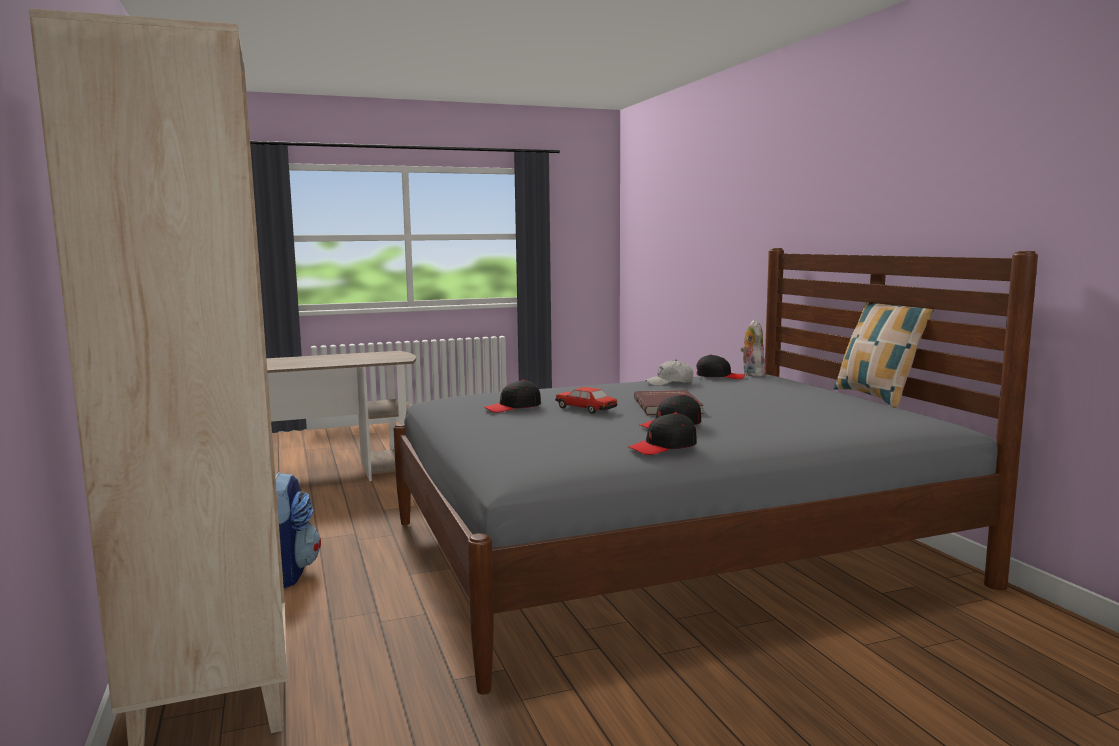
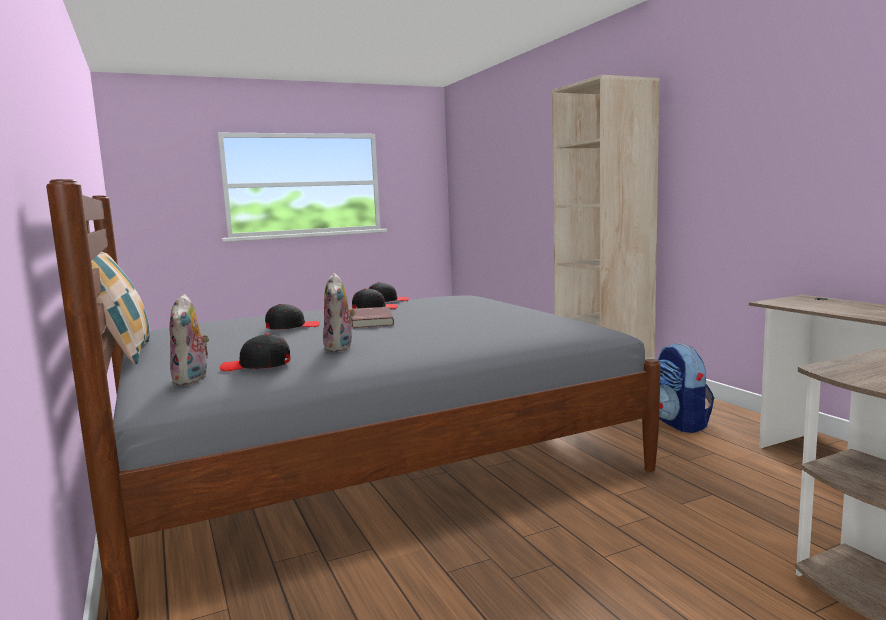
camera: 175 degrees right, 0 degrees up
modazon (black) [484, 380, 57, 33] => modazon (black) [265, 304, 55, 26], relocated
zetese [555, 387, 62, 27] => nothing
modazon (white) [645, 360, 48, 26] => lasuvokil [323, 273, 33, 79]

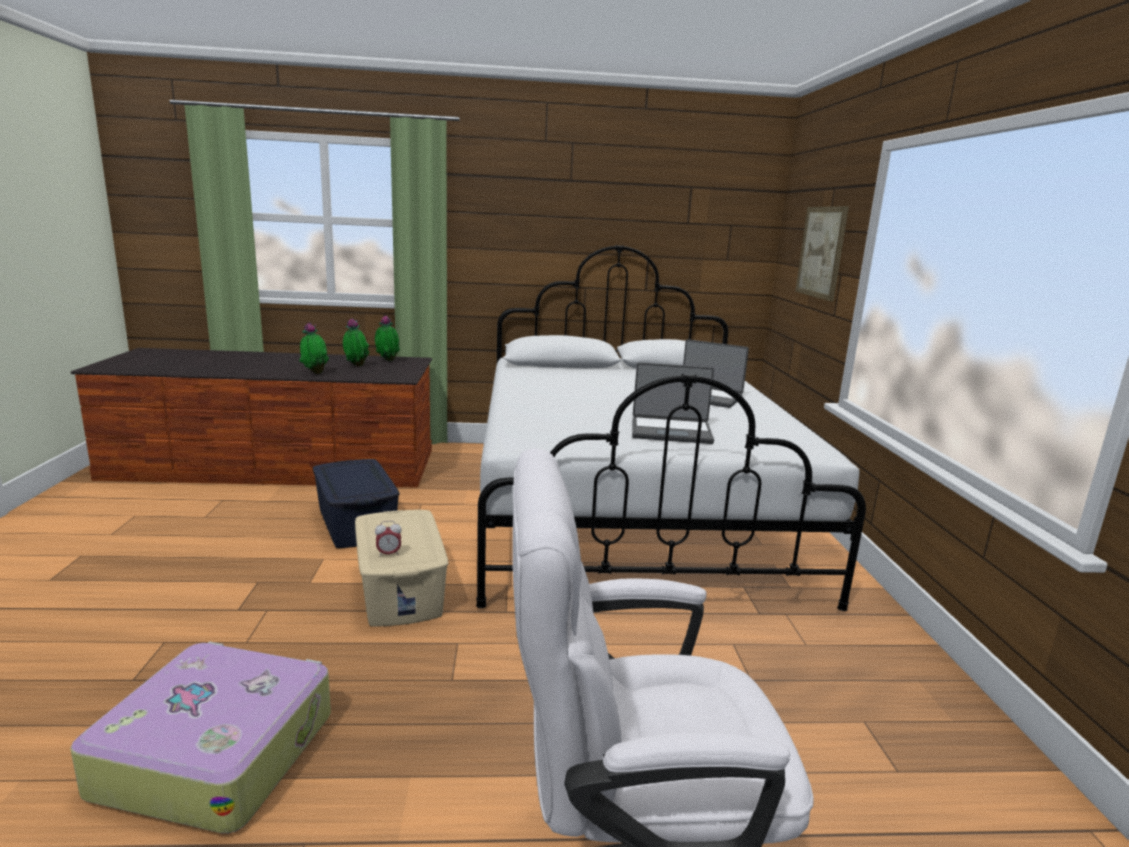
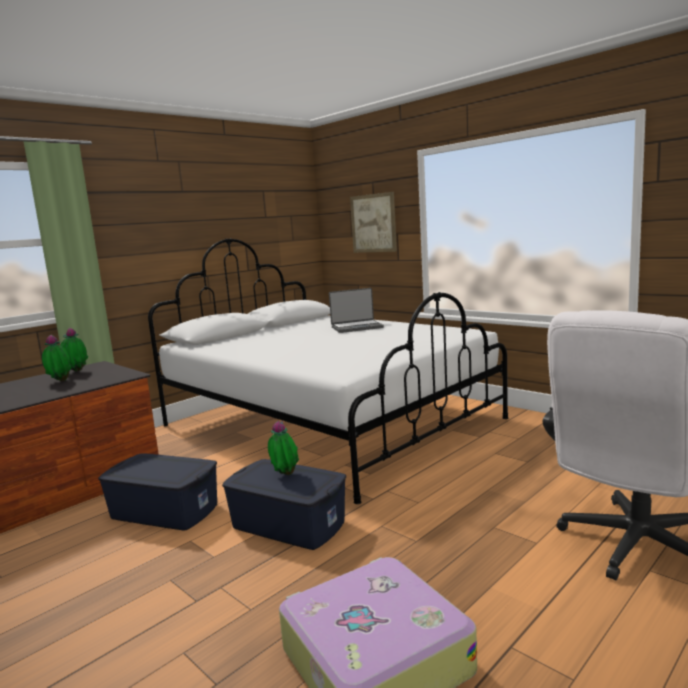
camera: 40 degrees left, 5 degrees down
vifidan [299, 322, 30, 52] => vifidan [268, 421, 31, 54], relocated
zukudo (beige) [355, 510, 94, 116] => zukudo (blue) [222, 459, 124, 91]
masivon [375, 521, 27, 36] => nothing
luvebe [632, 362, 82, 82] => nothing

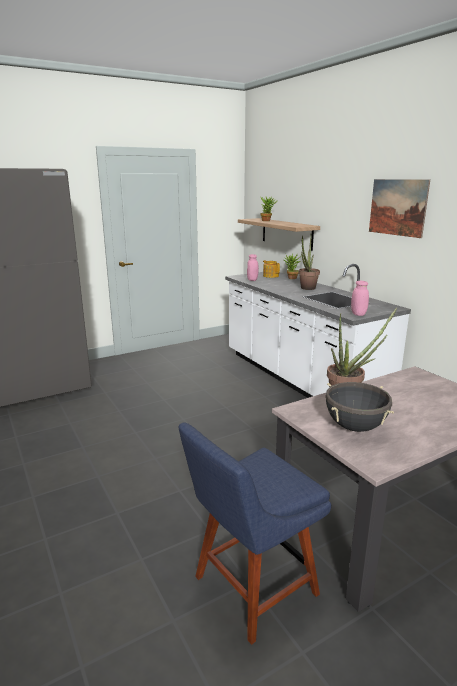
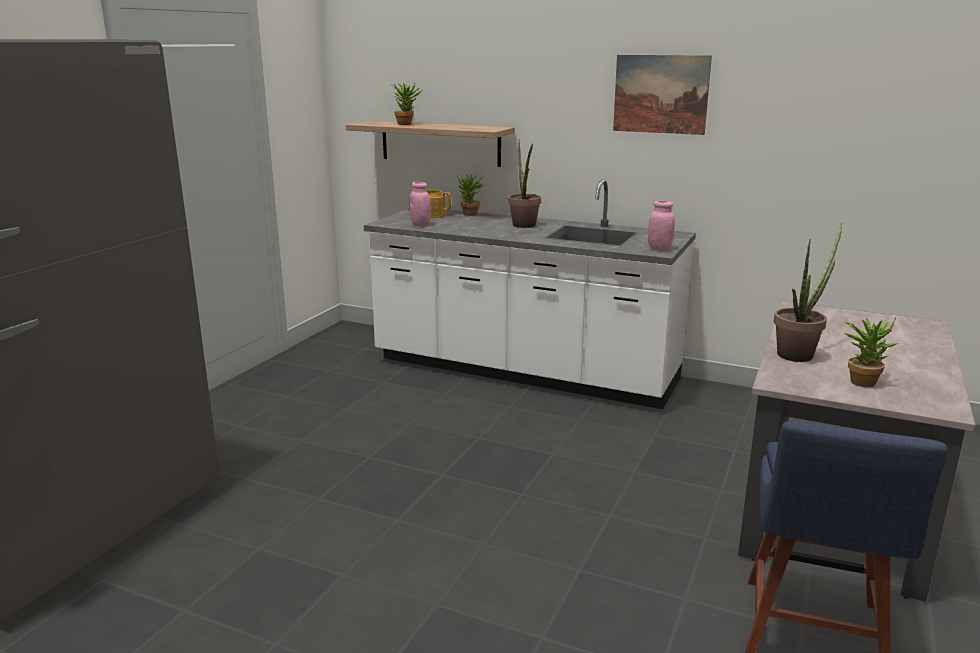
camera: 35 degrees left, 0 degrees up
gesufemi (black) [325, 382, 69, 50] => vifidan [843, 317, 55, 70]

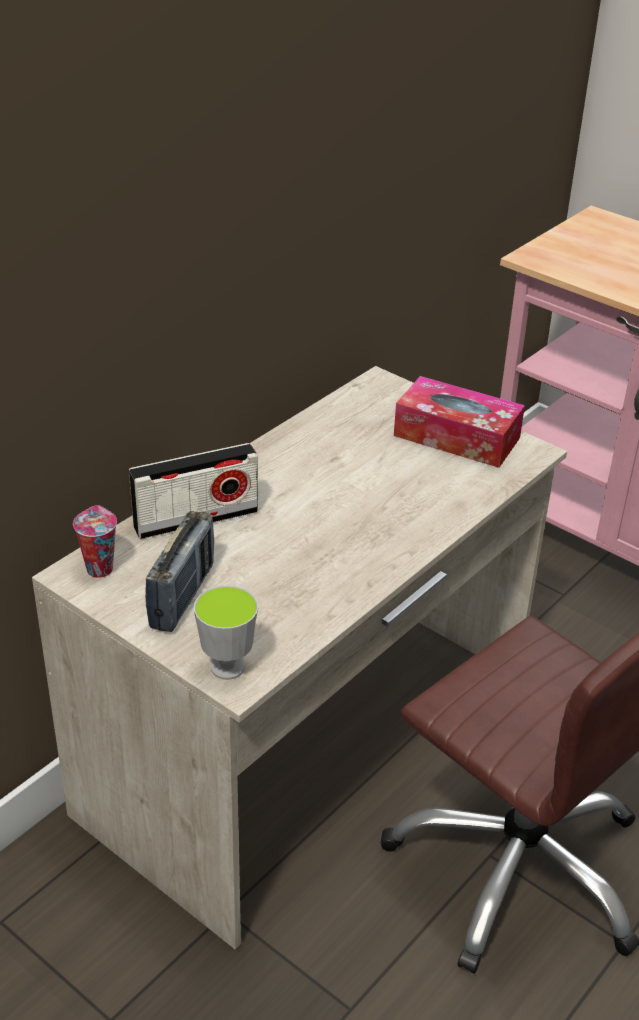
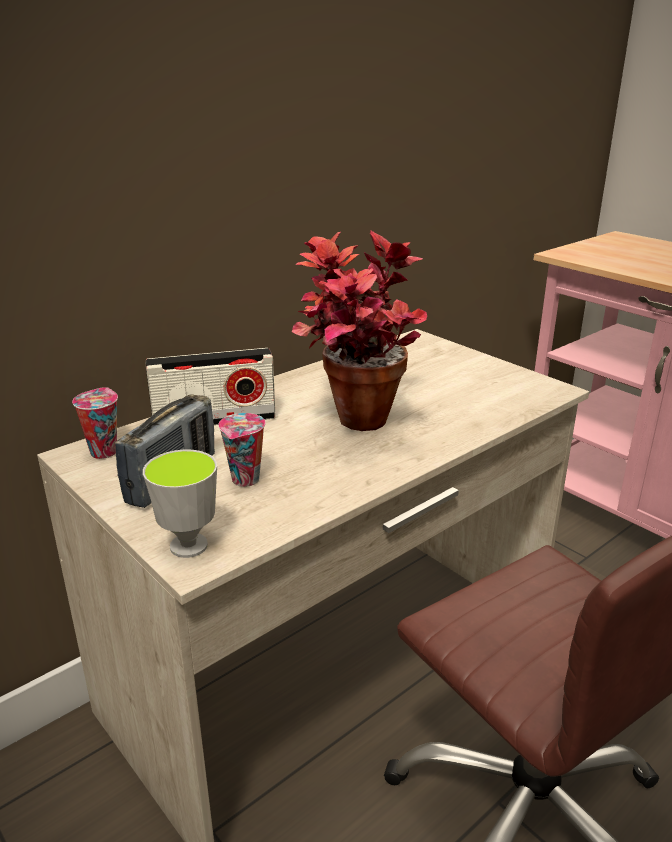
camera: 10 degrees right, 10 degrees down
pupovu [394, 376, 131, 92] => nothing
nothing => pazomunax [218, 413, 48, 74]
nothing => vifidan [292, 231, 135, 200]

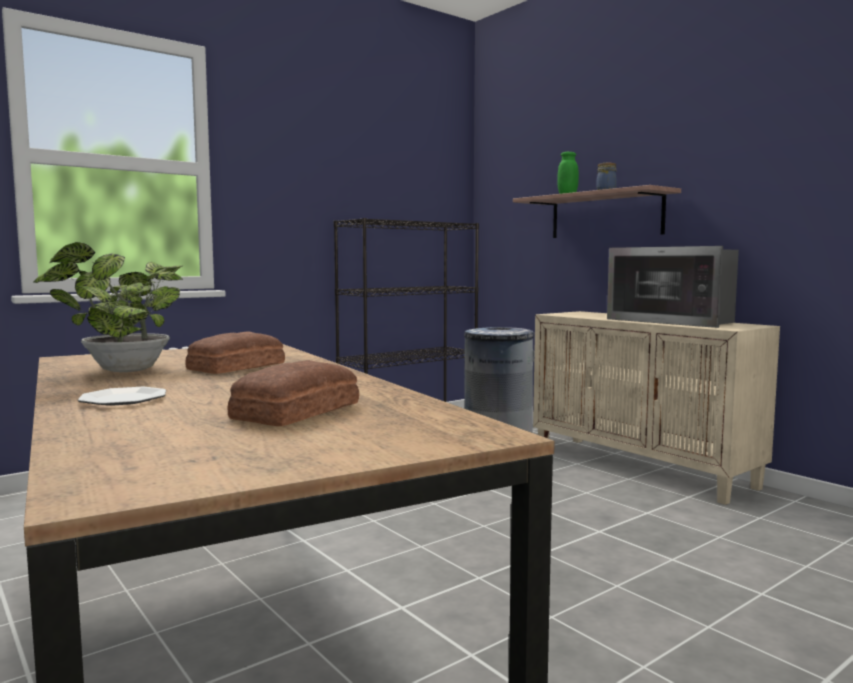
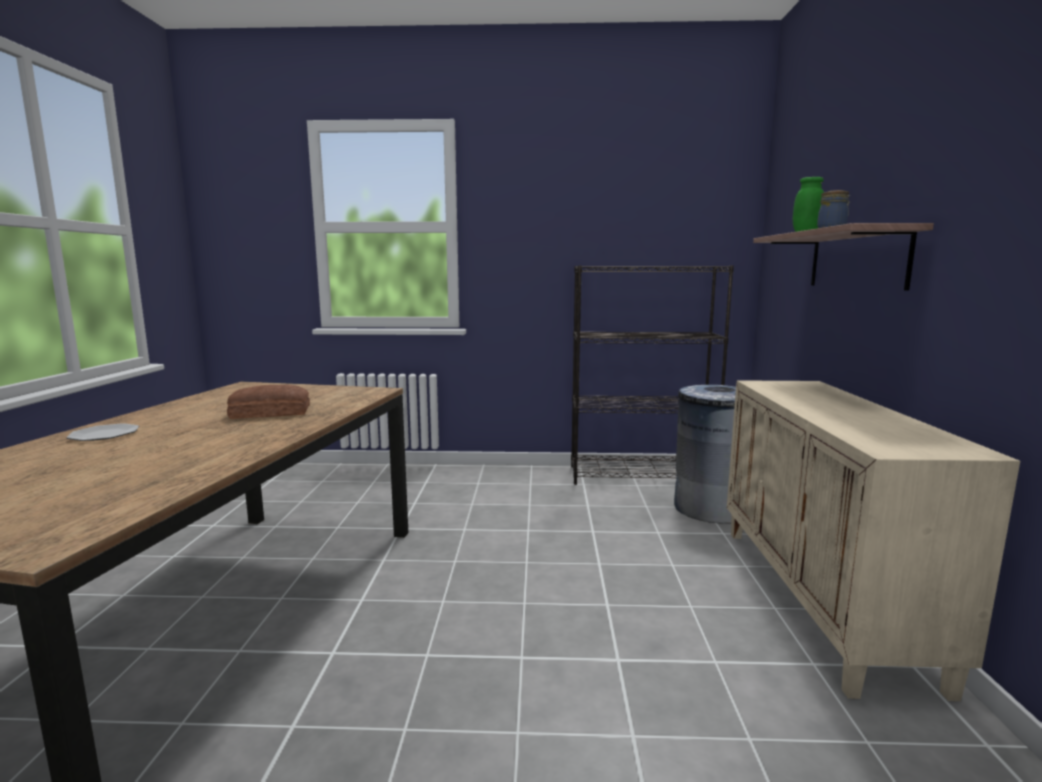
camera: 40 degrees right, 5 degrees up
vifidan [33, 242, 151, 130] => nothing
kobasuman [228, 360, 131, 66] => nothing
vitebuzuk [607, 246, 132, 82] => nothing

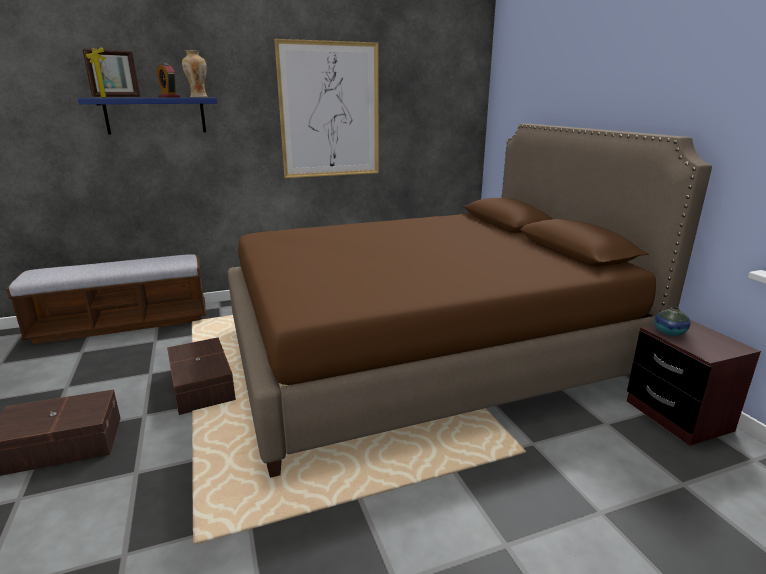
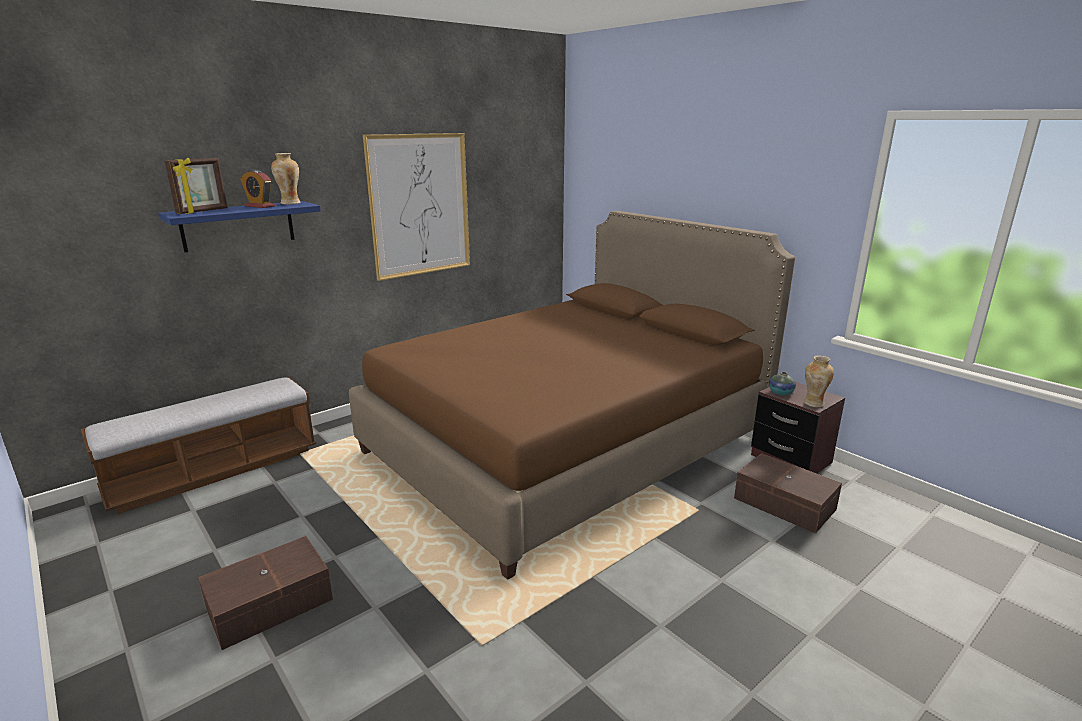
camera: 20 degrees left, 0 degrees up
zukudo (brown) [167, 337, 69, 78] => zukudo (brown) [734, 453, 108, 80], relocated
nothing => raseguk [804, 356, 30, 51]

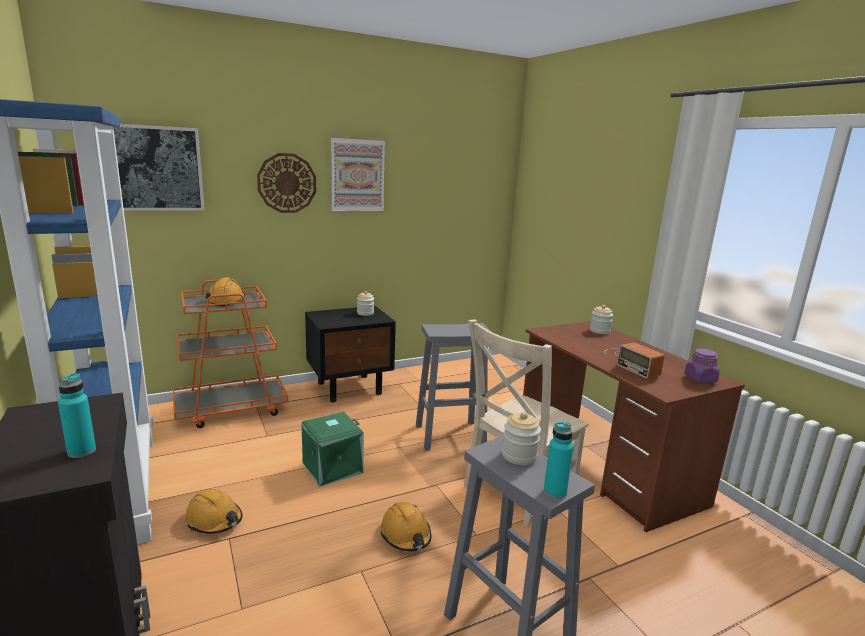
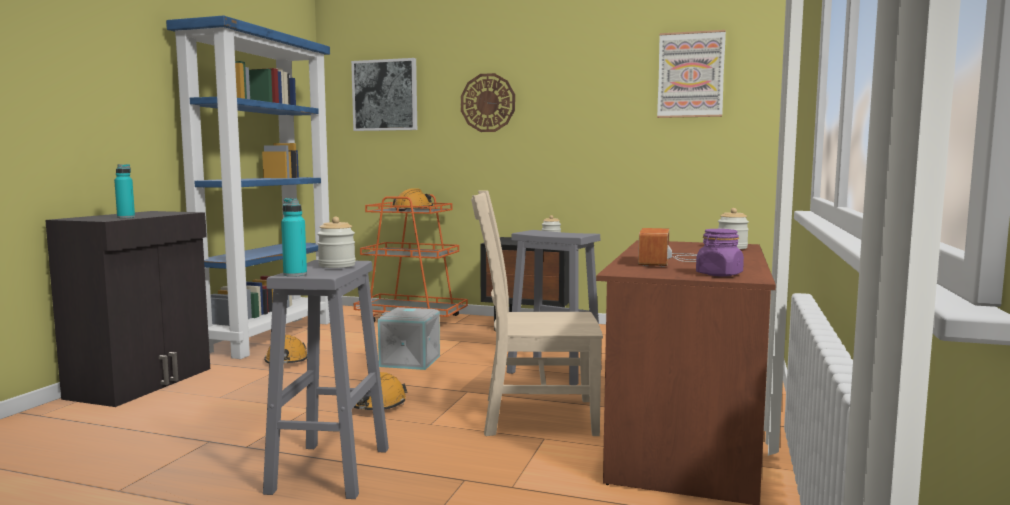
camera: 45 degrees right, 10 degrees down
zukudo (green) [301, 412, 63, 75] => zukudo (grey) [378, 307, 62, 63]
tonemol [331, 136, 54, 76] => tonemol [657, 30, 69, 88], relocated

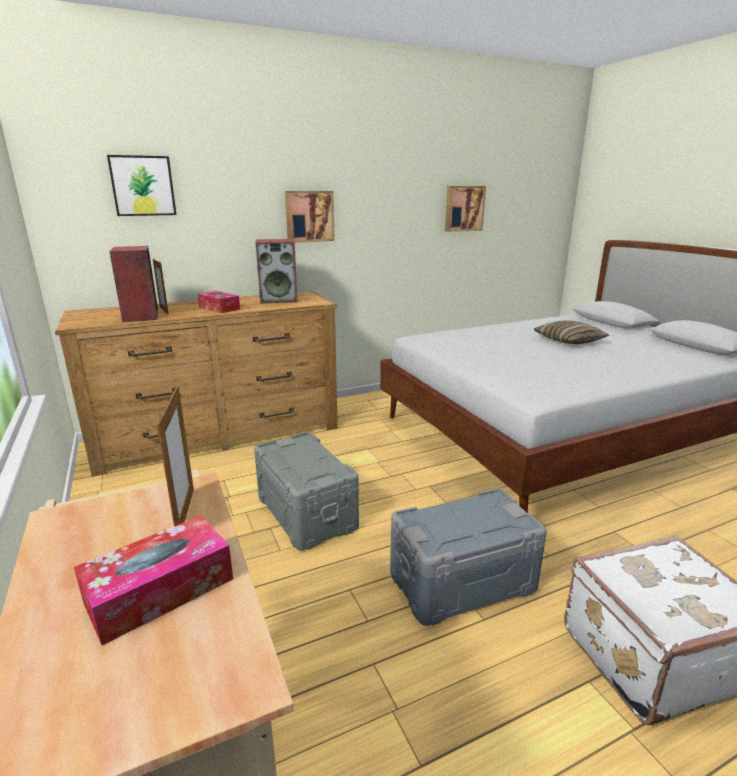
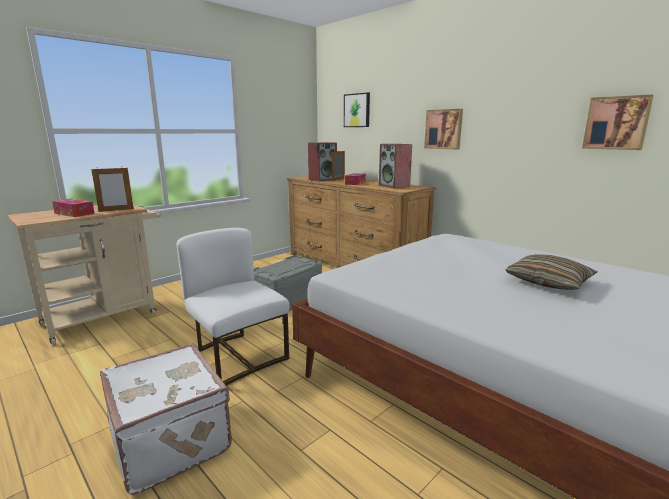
camera: 70 degrees right, 5 degrees down
zukudo (grey) [390, 488, 157, 138] => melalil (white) [176, 228, 114, 157]

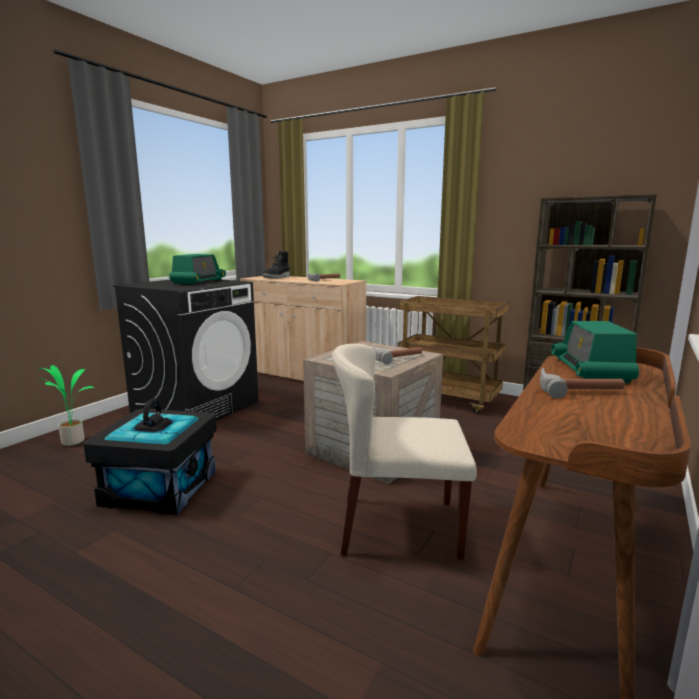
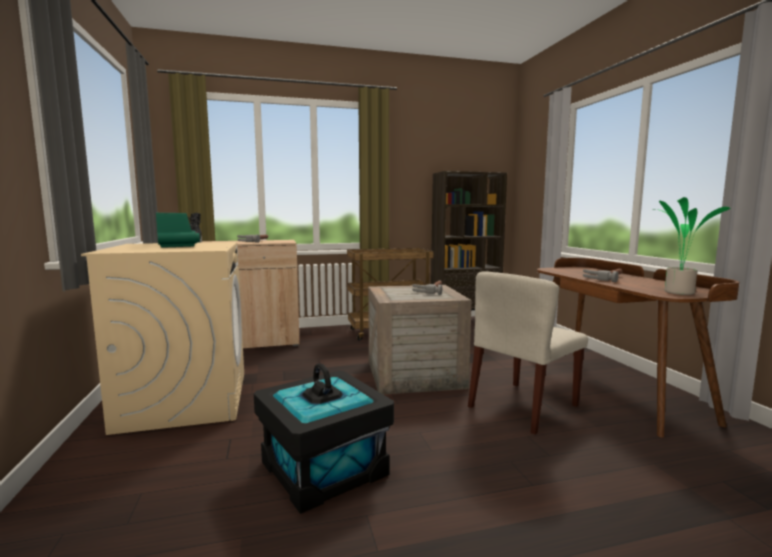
camera: 45 degrees left, 5 degrees down
vifidan [39, 365, 55, 81] => vifidan [653, 197, 78, 98], relocated
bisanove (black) [113, 280, 146, 140] => bisanove (beige) [81, 242, 163, 193]
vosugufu [551, 321, 88, 62] => nothing

